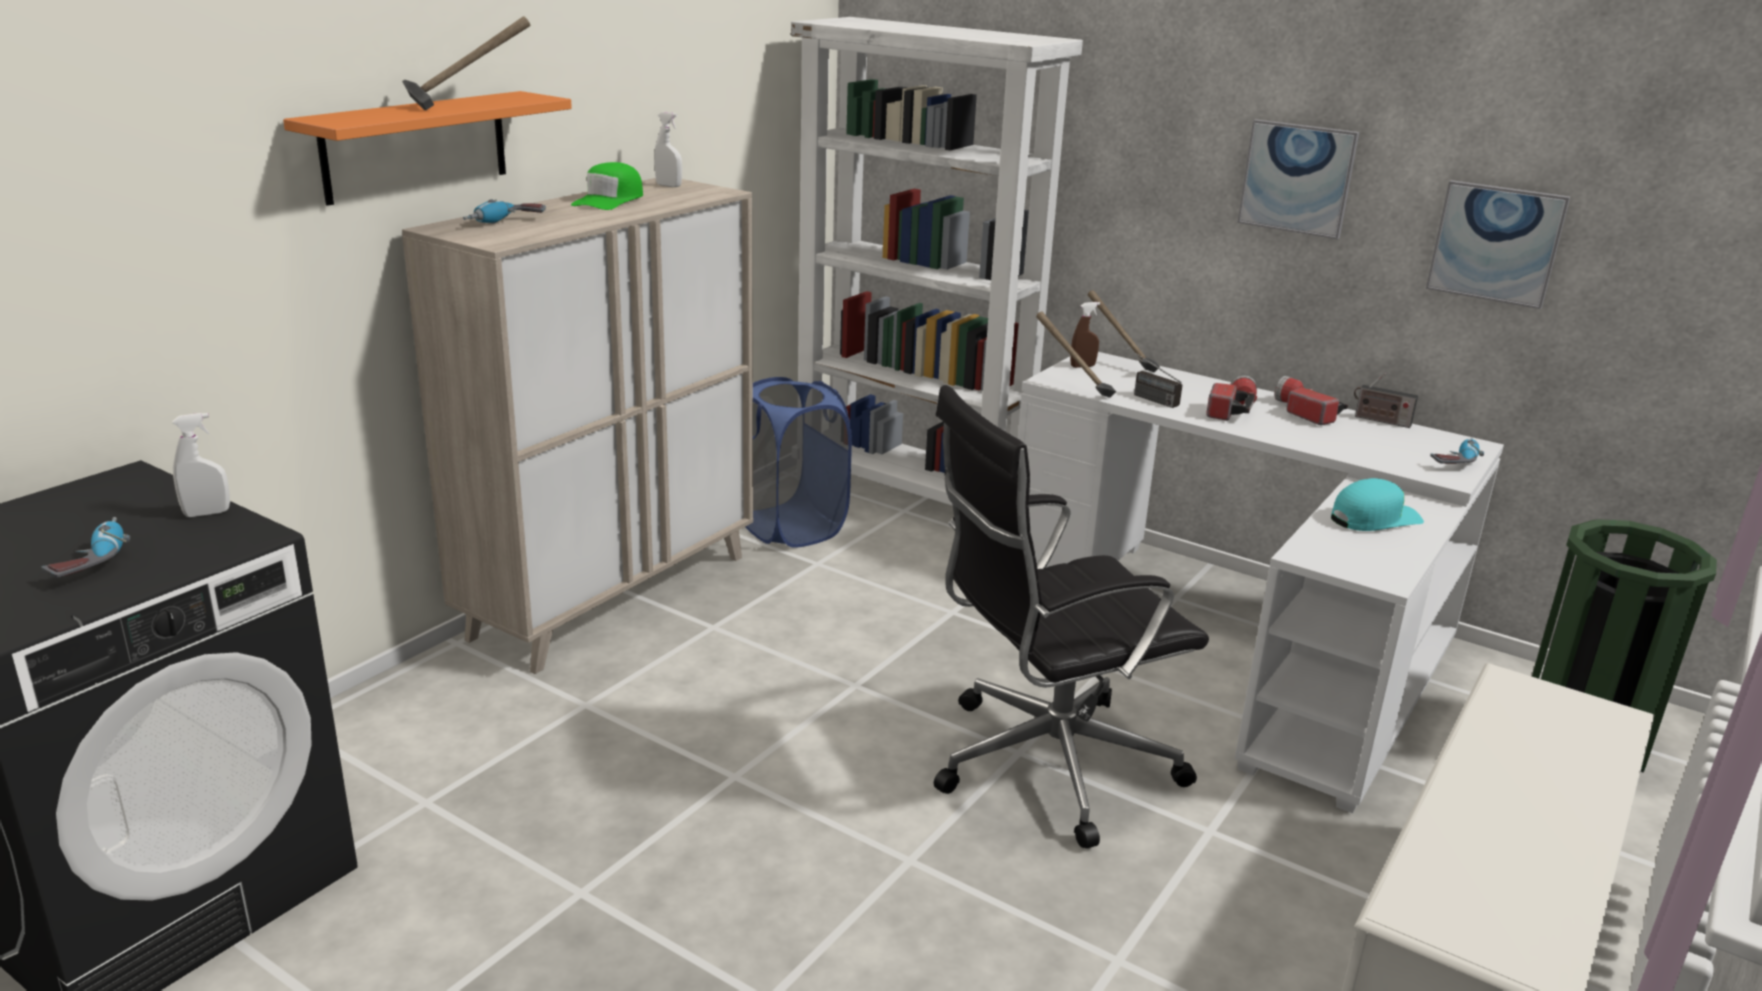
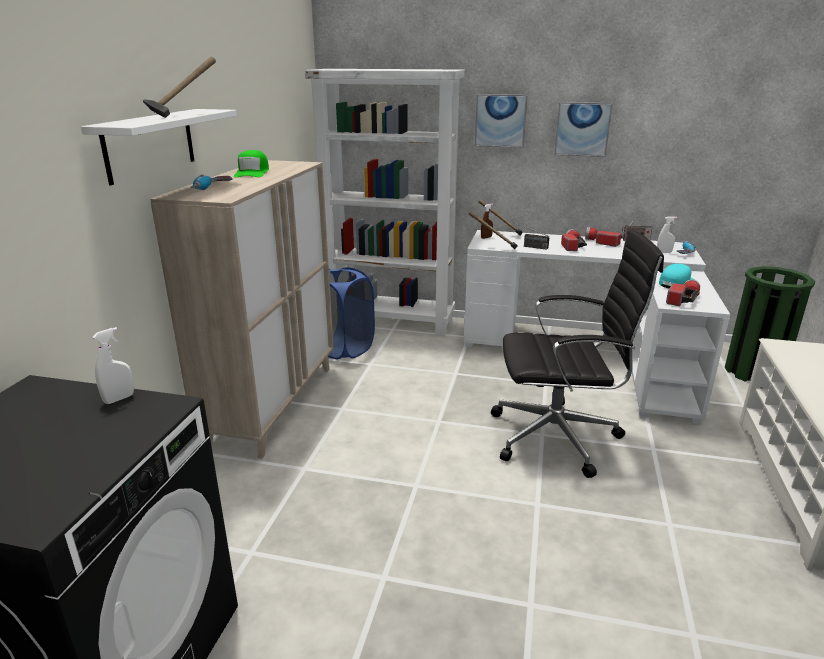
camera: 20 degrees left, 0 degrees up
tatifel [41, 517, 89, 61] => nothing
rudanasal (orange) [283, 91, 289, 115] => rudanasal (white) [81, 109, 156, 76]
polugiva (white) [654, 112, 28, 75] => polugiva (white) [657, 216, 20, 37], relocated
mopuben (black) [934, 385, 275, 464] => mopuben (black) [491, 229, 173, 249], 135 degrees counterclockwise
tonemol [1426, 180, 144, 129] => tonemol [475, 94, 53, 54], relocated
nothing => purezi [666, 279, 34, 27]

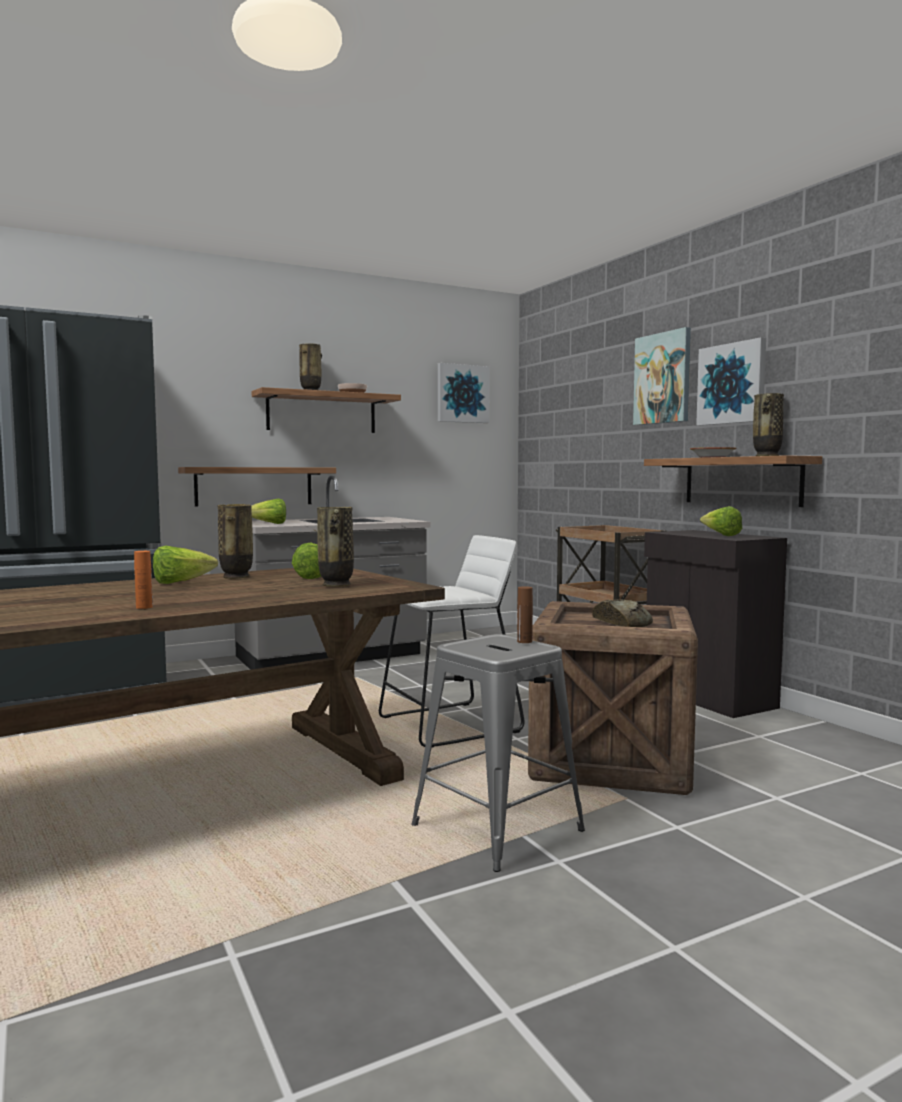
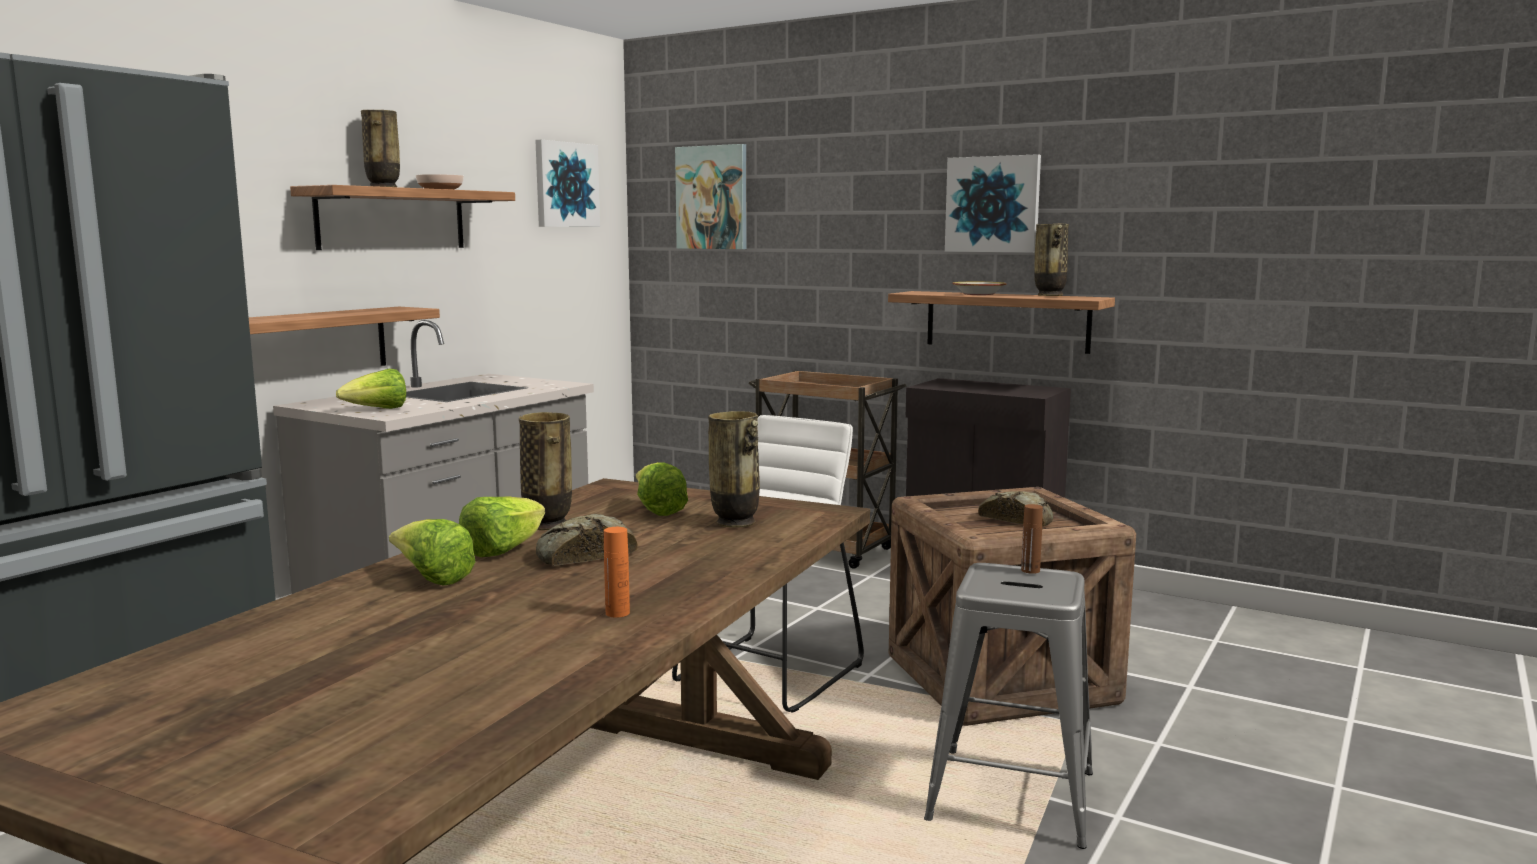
camera: 30 degrees left, 5 degrees up
tonemol [633, 327, 58, 98] => tonemol [675, 144, 72, 105], relocated
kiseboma [700, 506, 42, 30] => kiseboma [389, 519, 86, 67], relocated
nothing => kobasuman [536, 514, 102, 52]

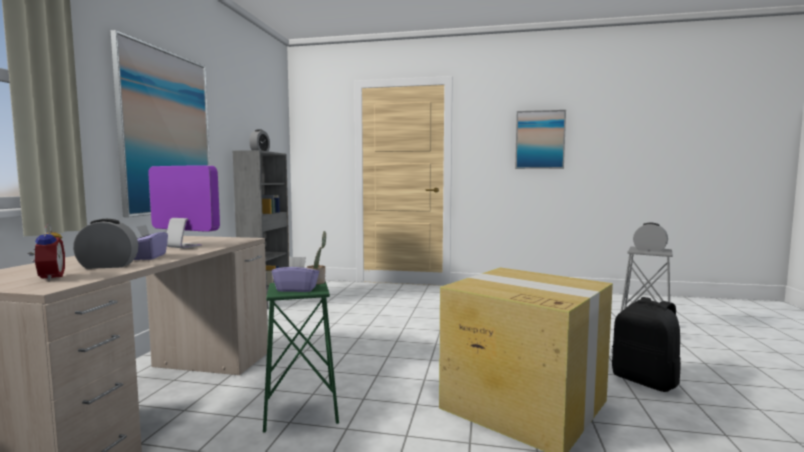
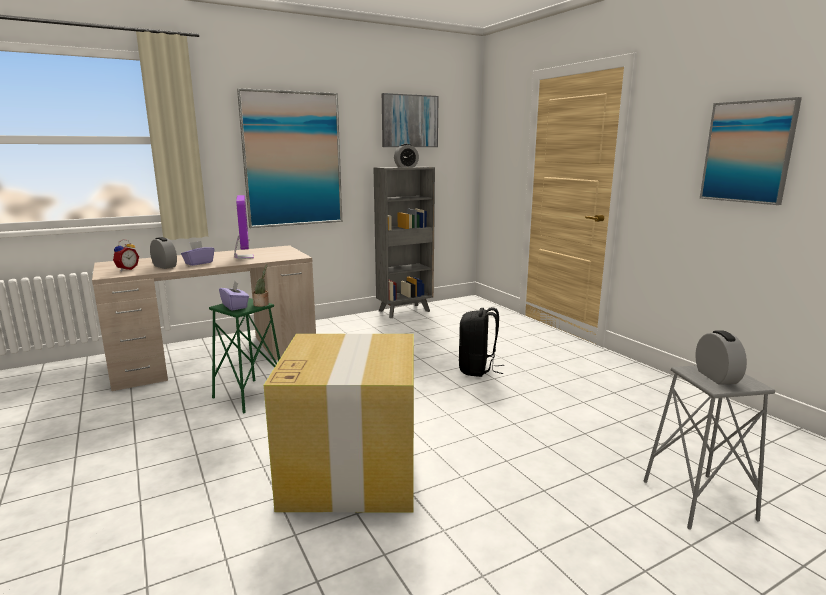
camera: 50 degrees right, 10 degrees up
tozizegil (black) [612, 297, 69, 95] => tozizegil (black) [459, 307, 46, 70], relocated
nothing => tonemol [382, 93, 57, 54]

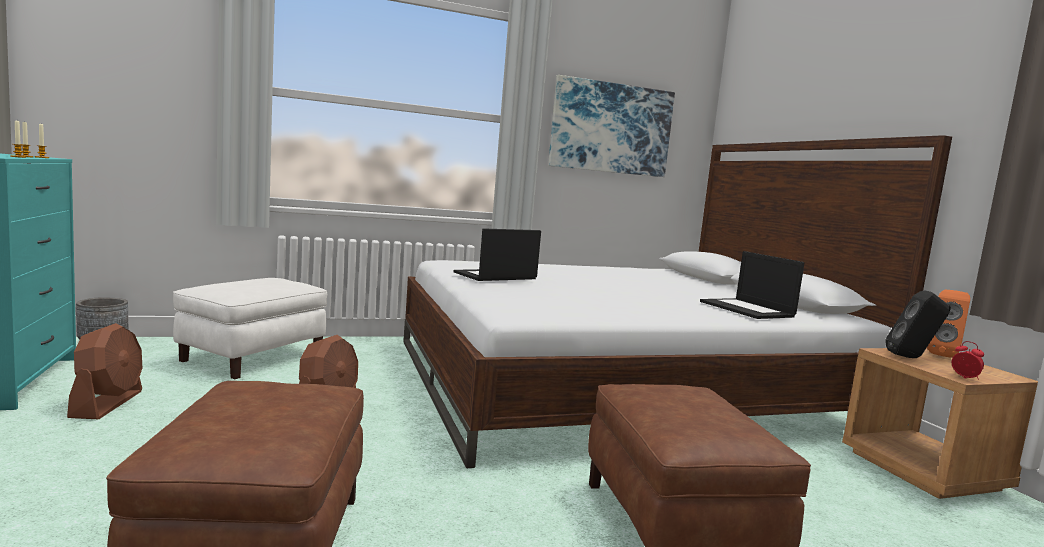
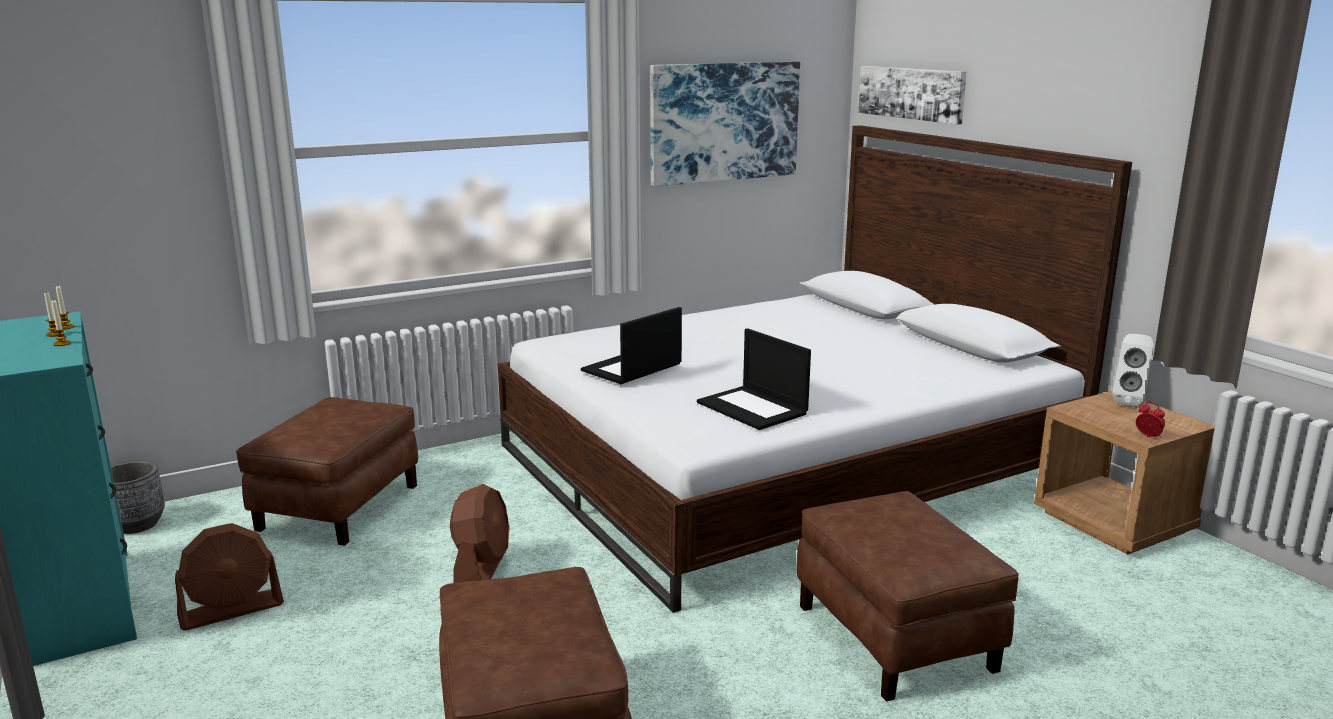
camera: 10 degrees left, 10 degrees up
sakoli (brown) [67, 323, 75, 96] => sakoli (brown) [175, 523, 109, 108], 75 degrees clockwise
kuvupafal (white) [173, 278, 154, 101] => kuvupafal (brown) [236, 397, 182, 148]
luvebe [700, 251, 105, 68] => luvebe [697, 328, 114, 102], relocated
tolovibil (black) [886, 290, 65, 68] => nothing
tolovibil (orange) [927, 289, 43, 68] => tolovibil (white) [1112, 334, 41, 73]
nothing => tonemol [858, 66, 109, 59]

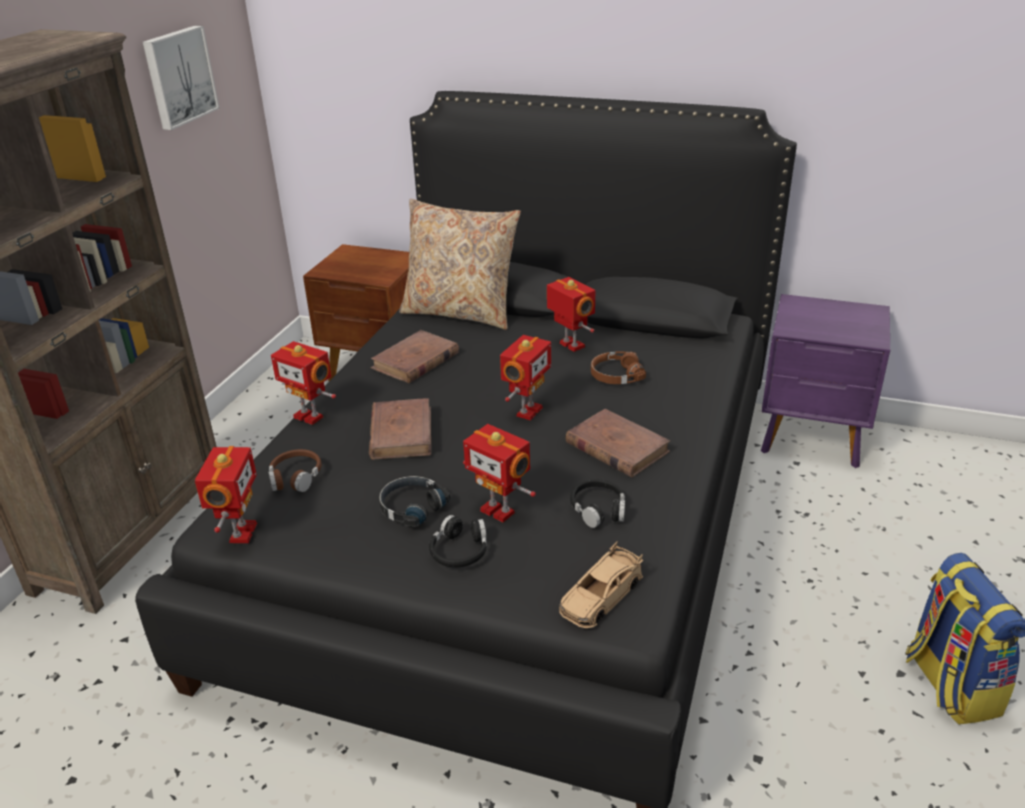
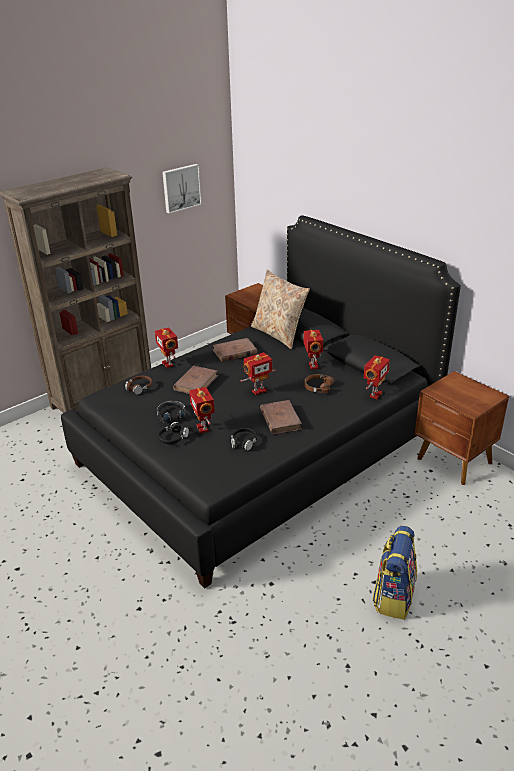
camera: 30 degrees right, 0 degrees up
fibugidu [195, 446, 62, 97] => fibugidu [364, 355, 26, 44], relocated
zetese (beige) [559, 541, 84, 87] => nothing
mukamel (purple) [761, 294, 129, 174] => mukamel (brown) [415, 371, 94, 114]

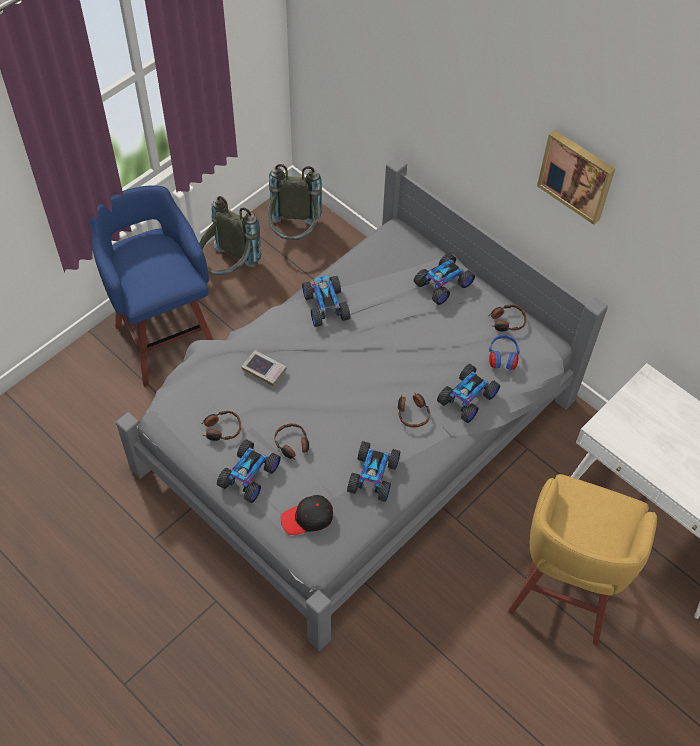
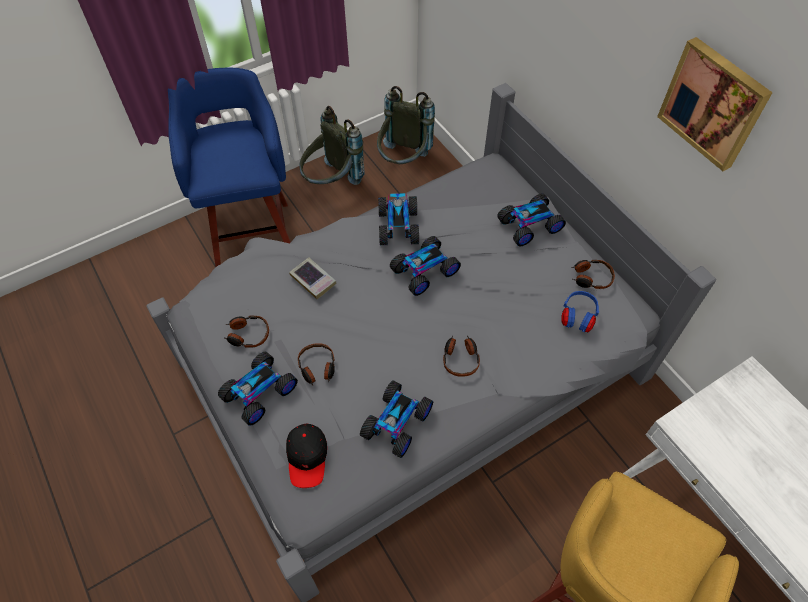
camera: 15 degrees right, 0 degrees up
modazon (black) [281, 495, 52, 40] => modazon (black) [286, 424, 41, 64], 90 degrees counterclockwise
zetese [437, 364, 63, 59] => zetese [390, 236, 71, 60], relocated

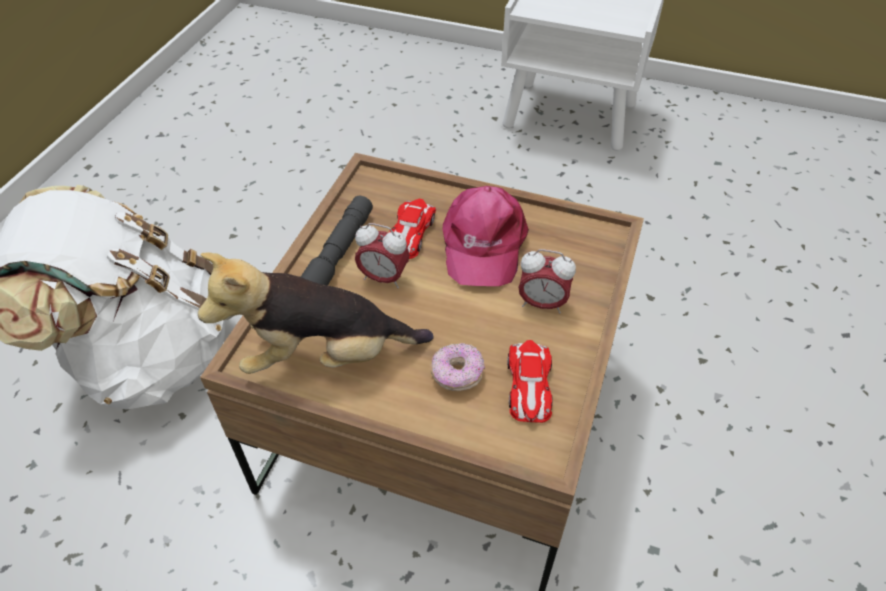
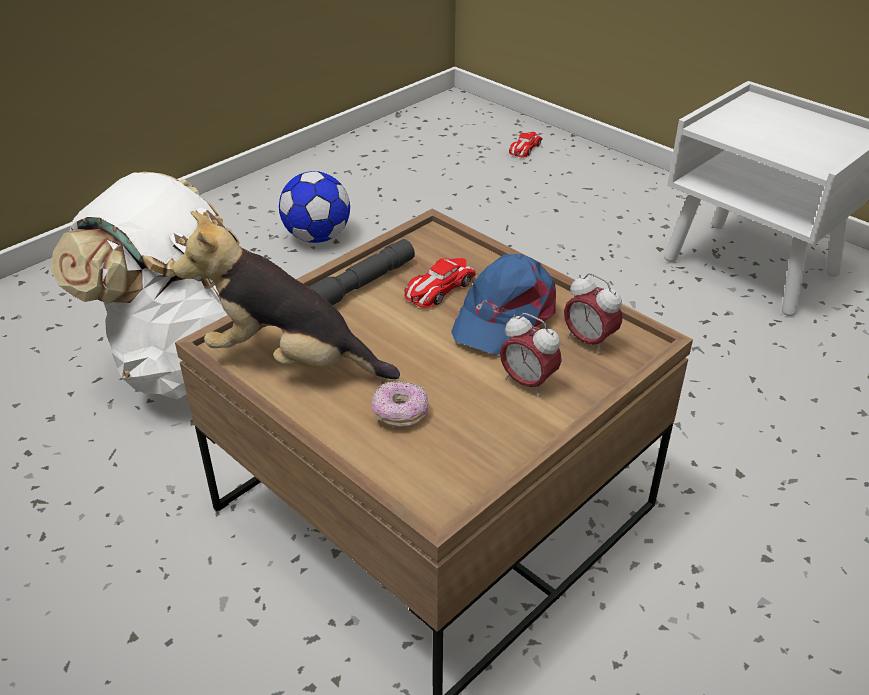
camera: 25 degrees right, 10 degrees down
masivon [355, 223, 55, 65] => masivon [564, 273, 58, 81], relocated
modazon (pink) [442, 186, 87, 100] => modazon (blue) [451, 254, 105, 101]
zetese [507, 340, 46, 83] => zetese [509, 132, 33, 26], relocated
nothing => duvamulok [279, 171, 71, 72]

